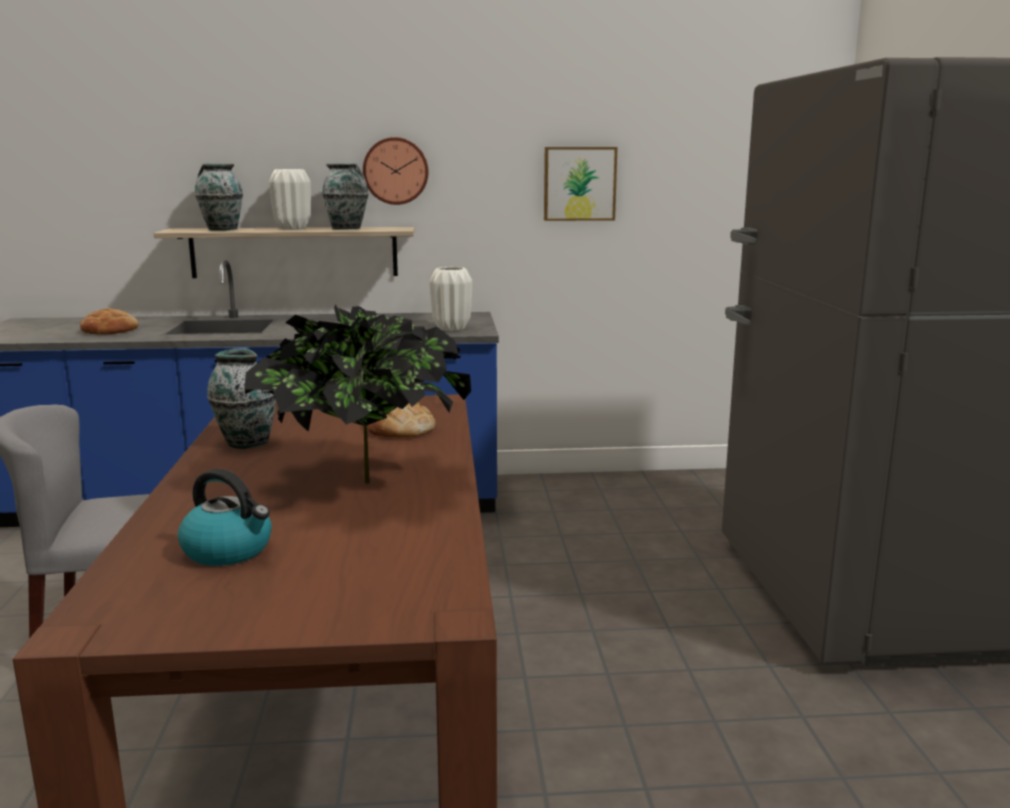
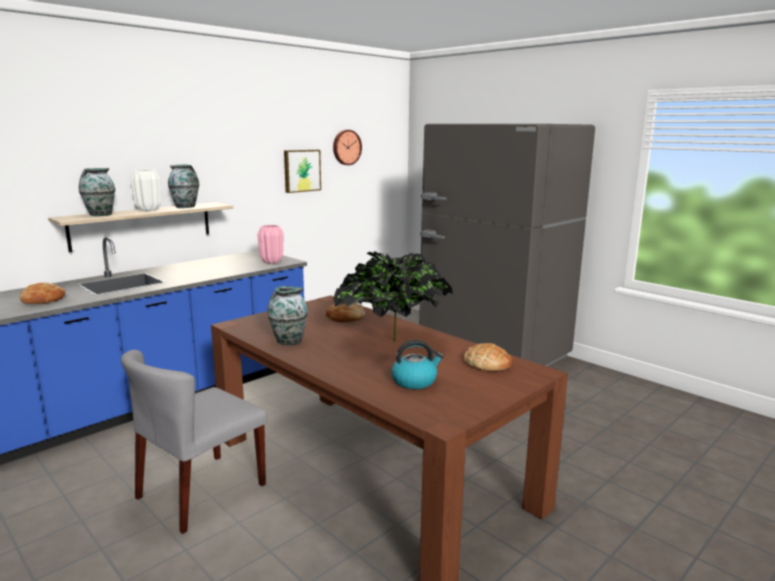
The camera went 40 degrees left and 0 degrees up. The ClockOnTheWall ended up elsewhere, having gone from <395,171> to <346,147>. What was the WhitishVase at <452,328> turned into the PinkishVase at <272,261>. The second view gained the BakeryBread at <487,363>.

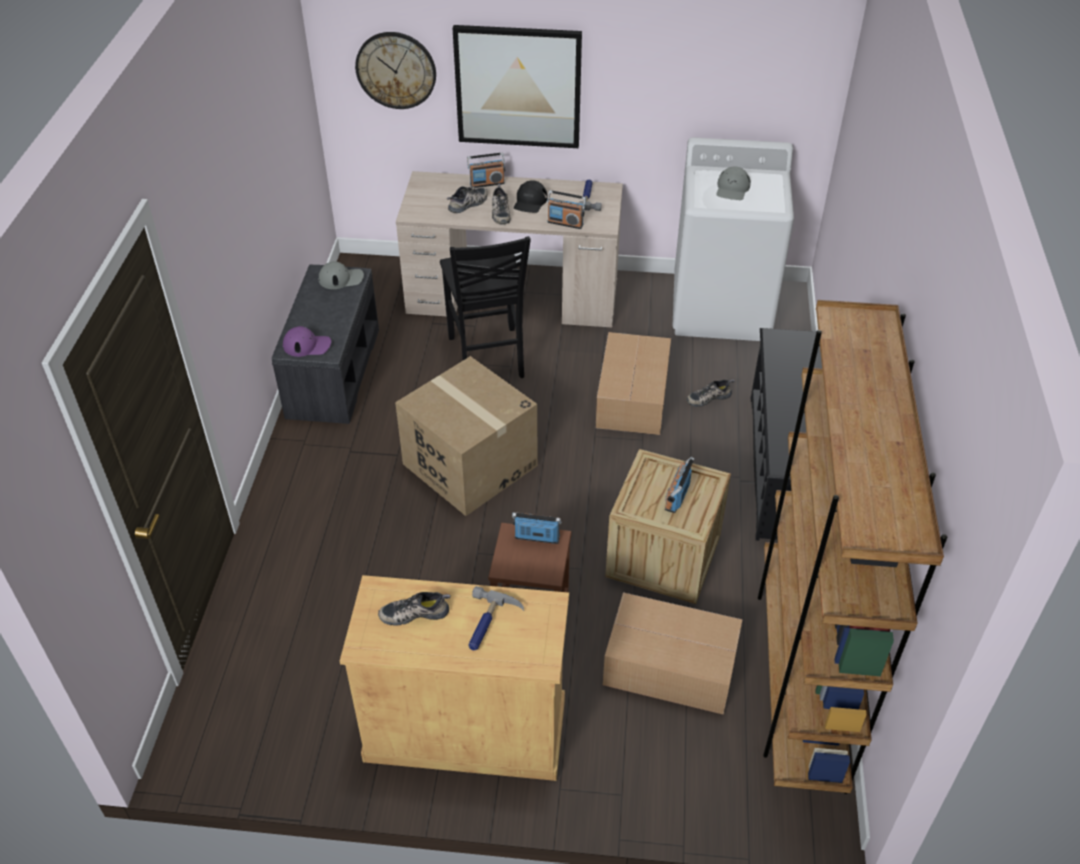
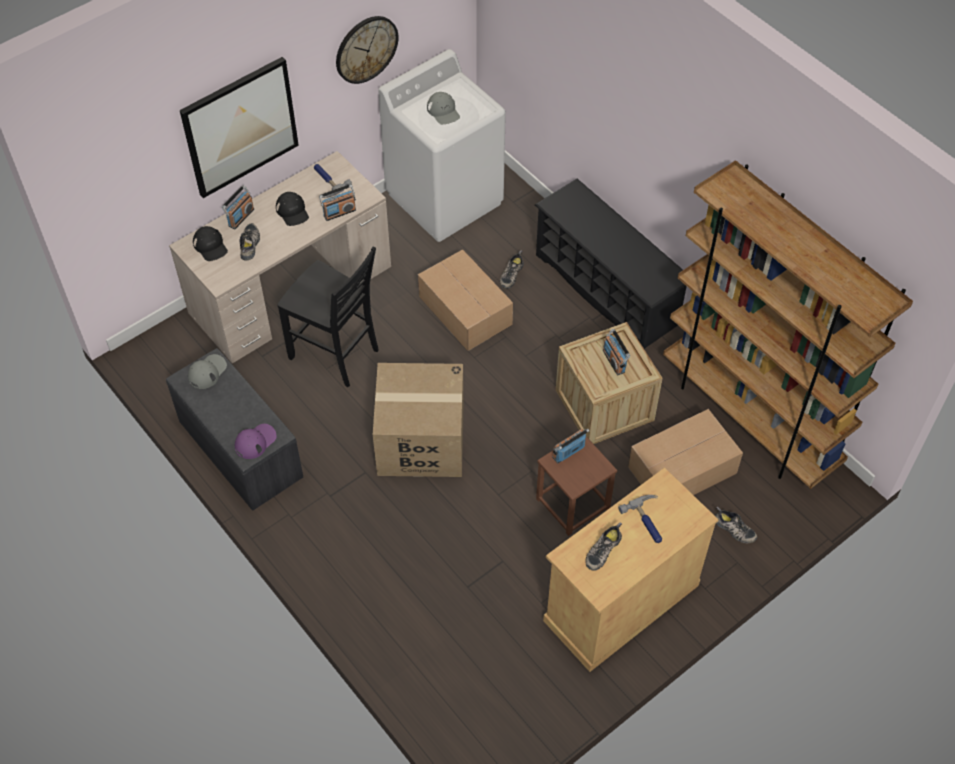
The camera went 45 degrees left and 10 degrees up. The ClockOnTheWall ended up elsewhere, having gone from <396,70> to <366,49>. The LowShoe ended up elsewhere, having gone from <499,212> to <733,529>. The second view gained the BlackBaseballCap at <210,246>.

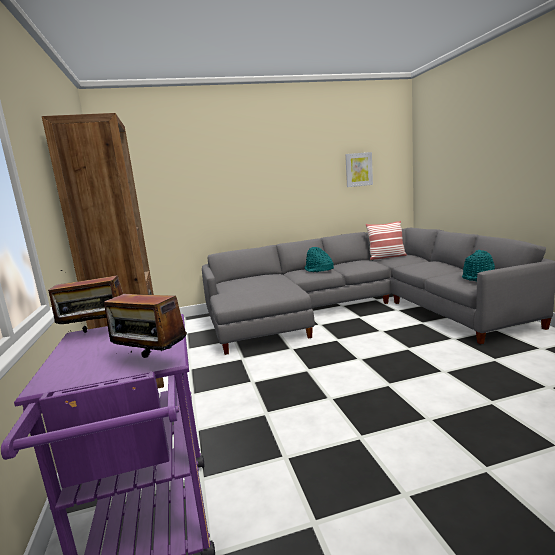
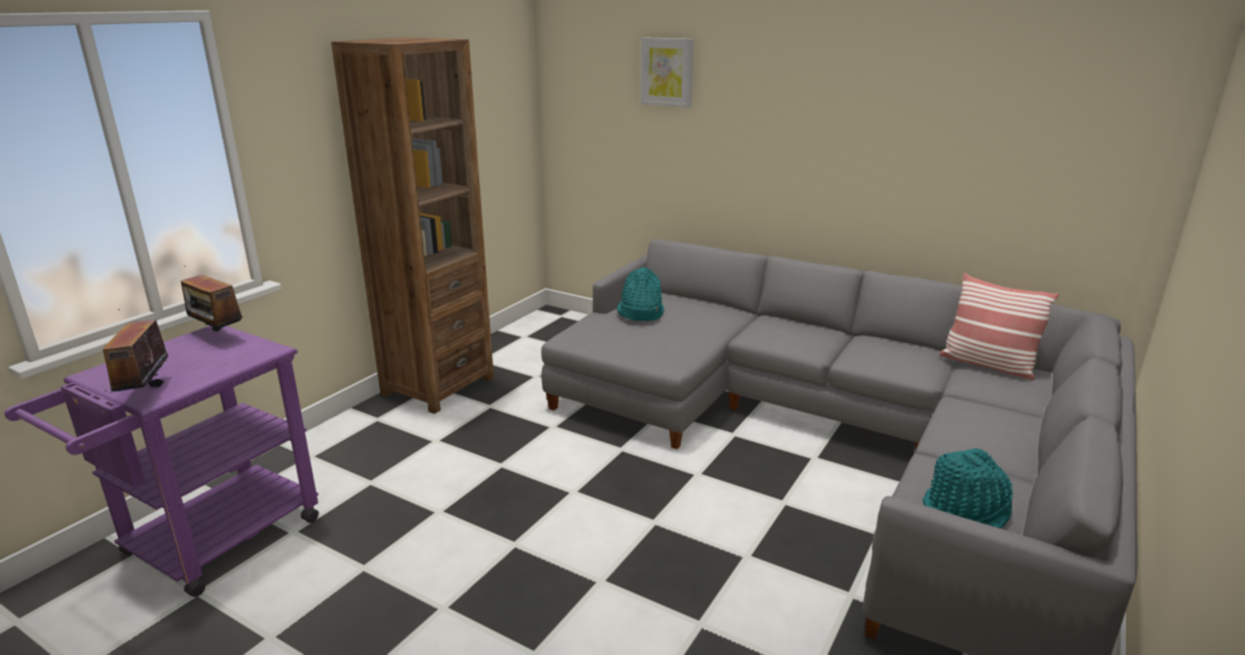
The camera went 45 degrees right and 10 degrees up. The TurquoiseClothingHat ended up elsewhere, having gone from <318,270> to <640,312>. The WallArt ended up elsewhere, having gone from <358,169> to <667,72>.

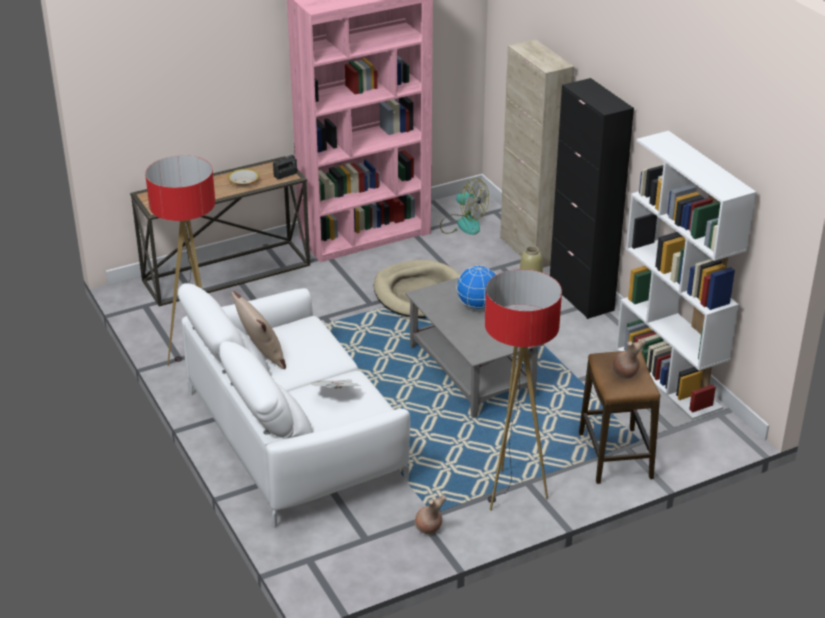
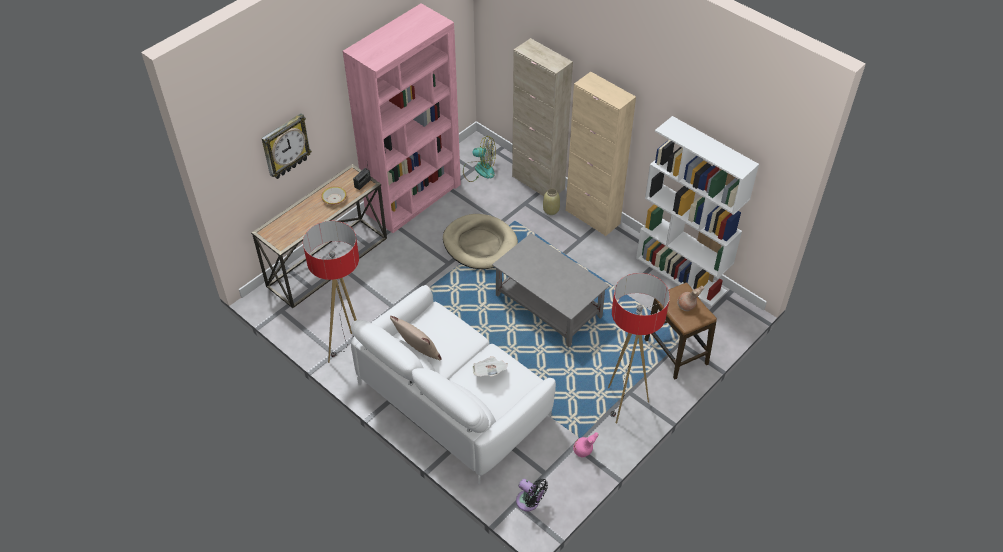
The camera went 20 degrees left and 15 degrees up. What was the BrownColouredVase at <428,529> turned into the PinkishVase at <583,451>. The second view lost the DeskGlobe at <477,306>. What was the BlackStorageCabinet at <581,297> turned into the SandColouredStorageCabinet at <592,217>. The second view gained the ClockOnTheWall at <285,146>. The second view gained the BlackCoolingFan at <529,502>.

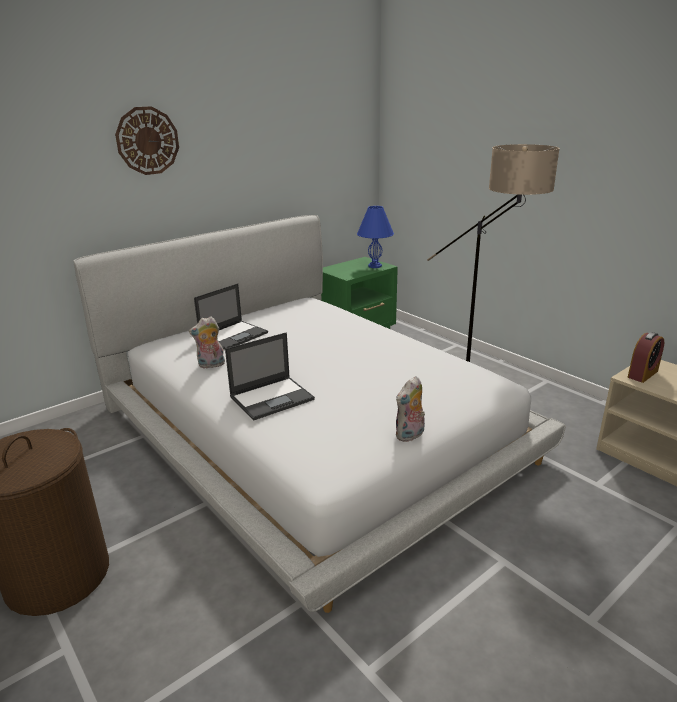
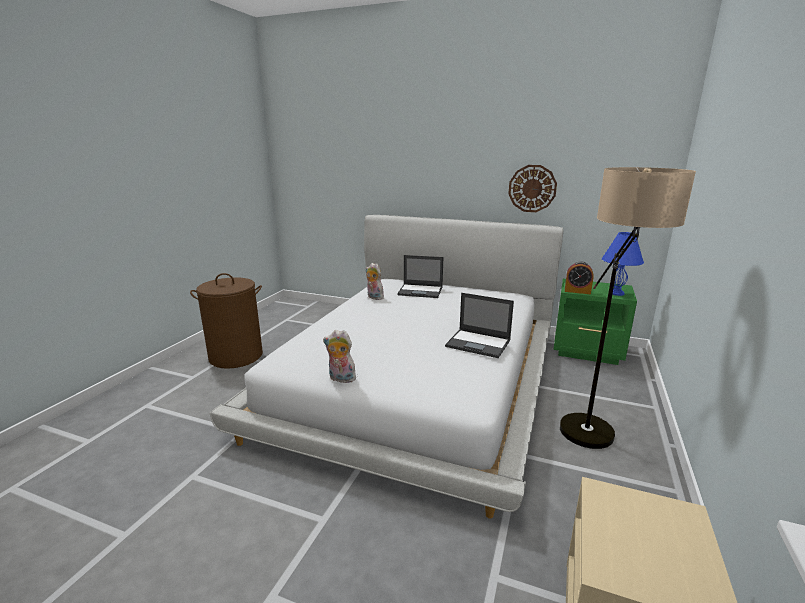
The camera went 60 degrees right and 5 degrees down. The ClockOnTheWall ended up elsewhere, having gone from <147,141> to <532,188>. The NotebookComputer ended up elsewhere, having gone from <272,398> to <479,343>. The BedsideClock ended up elsewhere, having gone from <642,374> to <577,291>.

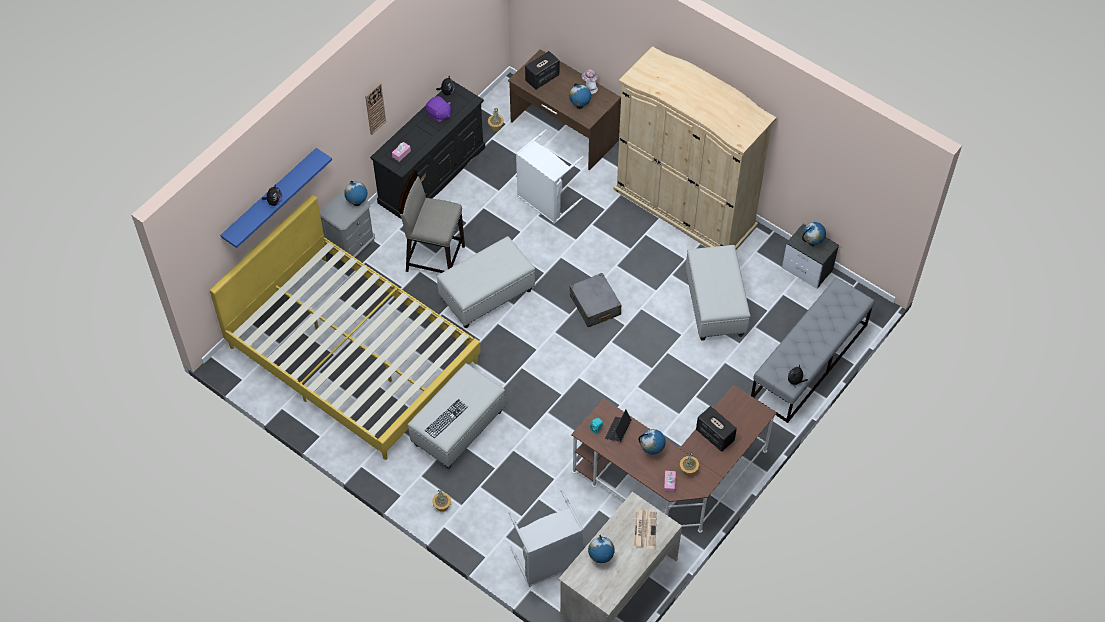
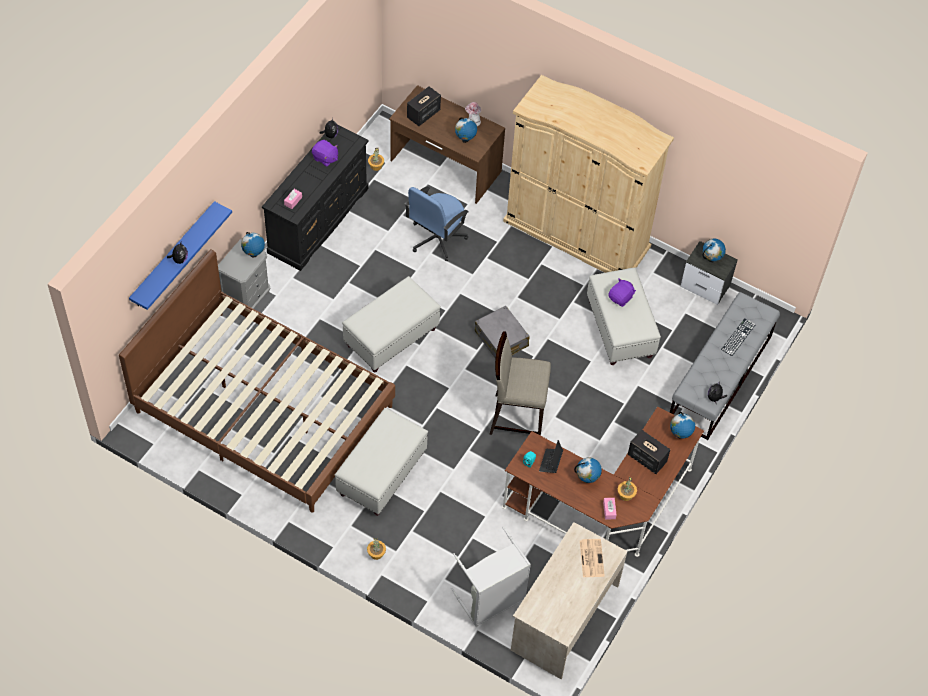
The camera went 10 degrees left and 0 degrees up. What was the YellowColouredBedroomBed at <353,353> turned into the BrownColouredBedroomBed at <264,408>. The second view lost the ClockOnTheWall at <375,108>. The SandColouredStoolSeat ended up elsewhere, having gone from <434,258> to <516,417>. The PcKeyboard ended up elsewhere, having gone from <446,418> to <738,337>. Where the WhitishLaundryBasket stood at <545,201>, the BlueColouredOfficeChair came to stand at <436,238>. The DeskGlobe ended up elsewhere, having gone from <600,558> to <679,435>. The second view gained the PurpleColouredCuddlyToy at <621,298>.

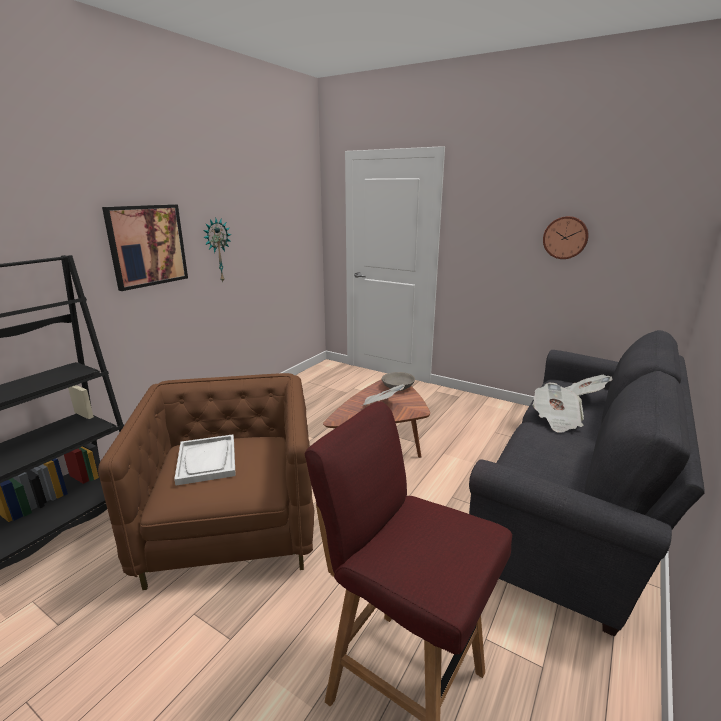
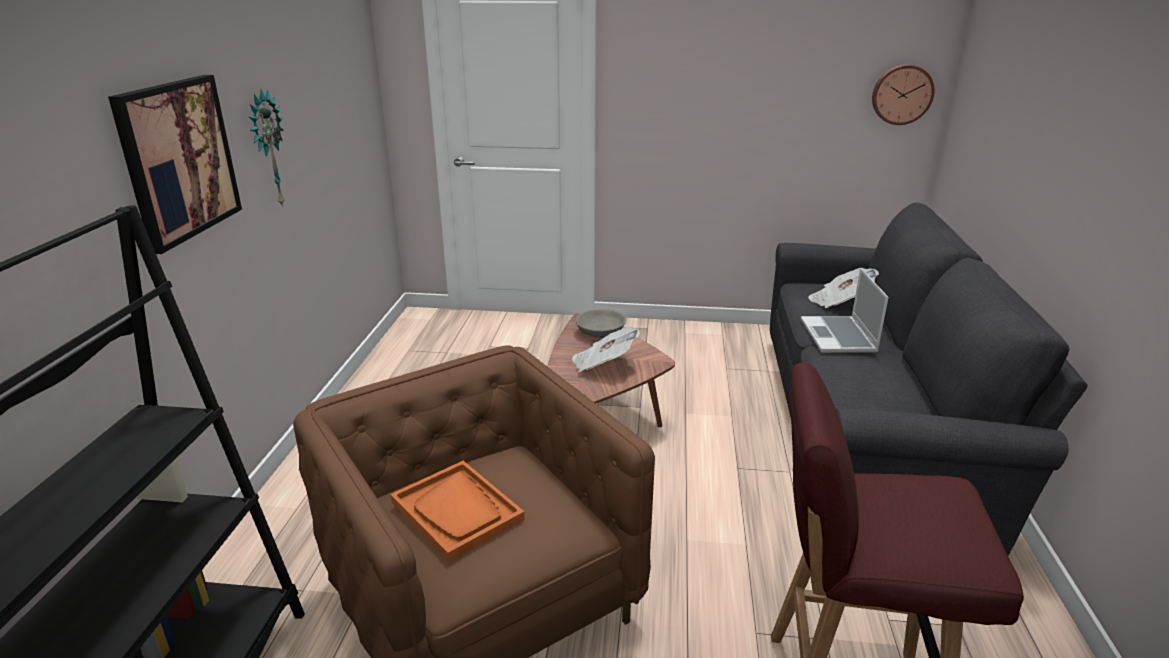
The camera went 25 degrees left and 5 degrees up. What was the WhitishServingTray at <207,461> turned into the OrangeyServingTray at <457,511>. Where the DailyPaper stood at <556,420>, the NotebookComputer came to stand at <839,337>. The ClockOnTheWall ended up elsewhere, having gone from <565,237> to <901,94>.

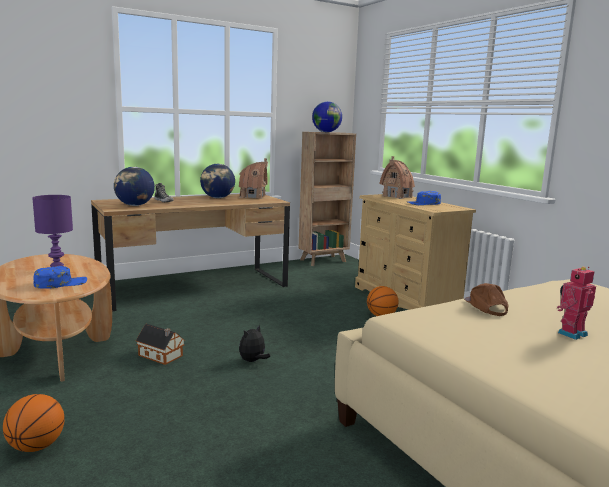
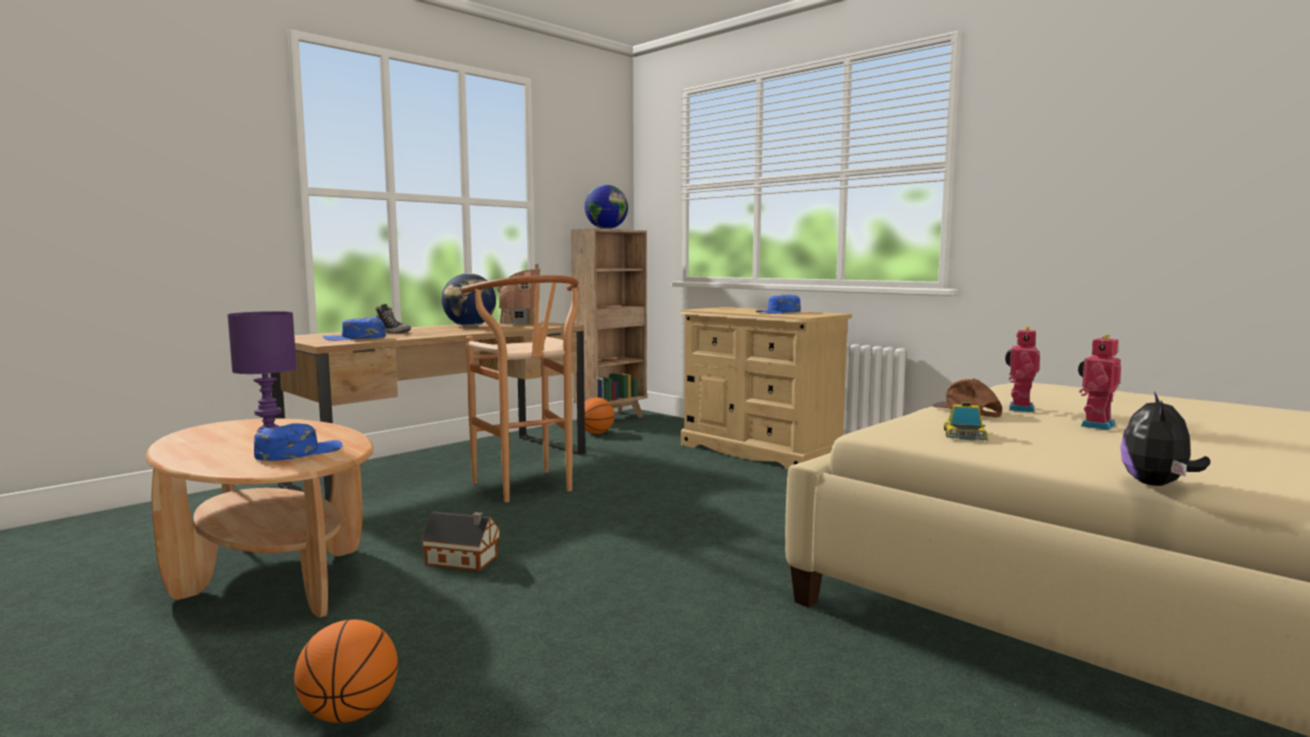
The camera went 15 degrees left and 5 degrees down. Where the DeskGlobe stood at <134,205>, the BlueColouredBaseballCap came to stand at <354,338>. The CuddlyToy ended up elsewhere, having gone from <253,361> to <1157,485>. The BallForBasketball ended up elsewhere, having gone from <381,316> to <596,433>. The second view lost the MiniatureHouse at <397,196>. The second view gained the BrownColouredStoolSeat at <528,489>. The second view gained the ToyCar at <964,434>. The second view gained the ModelRobot at <1018,408>.

